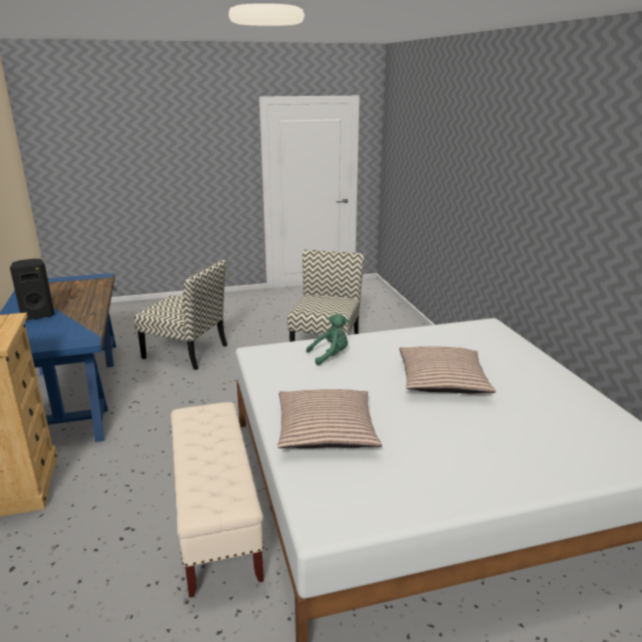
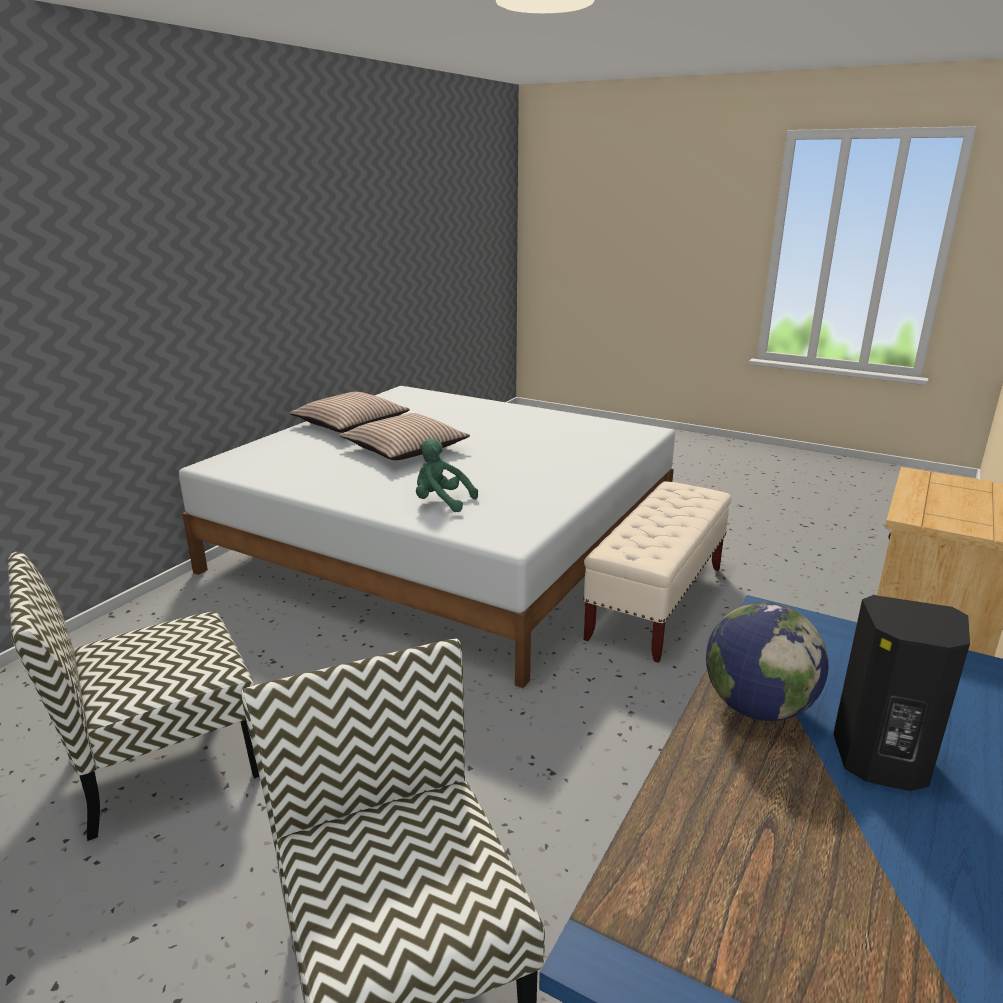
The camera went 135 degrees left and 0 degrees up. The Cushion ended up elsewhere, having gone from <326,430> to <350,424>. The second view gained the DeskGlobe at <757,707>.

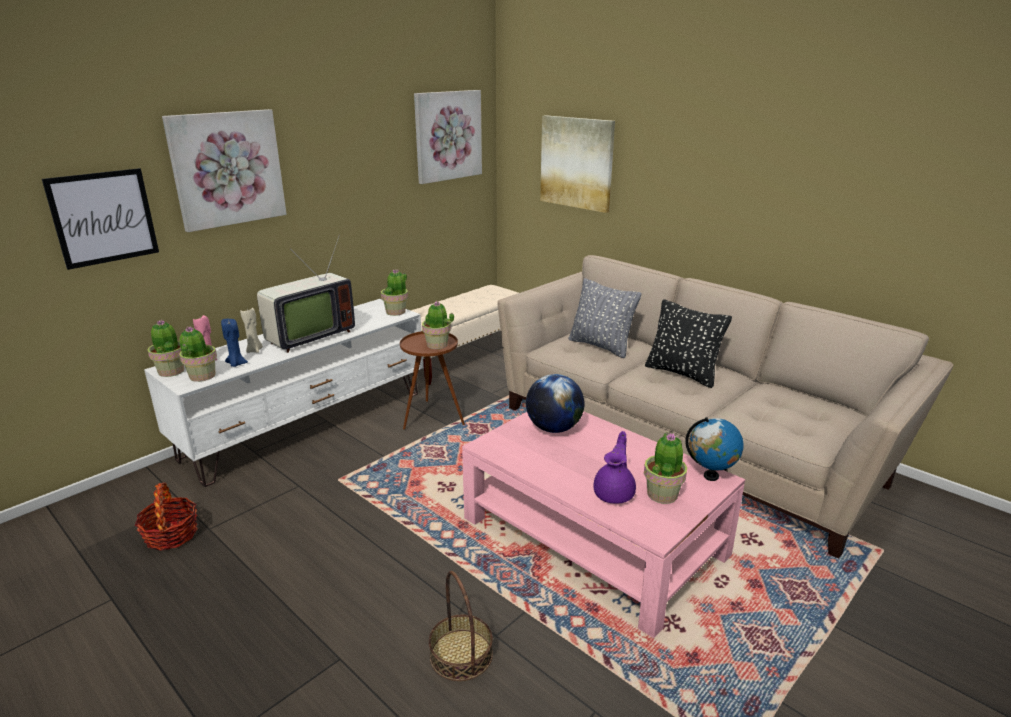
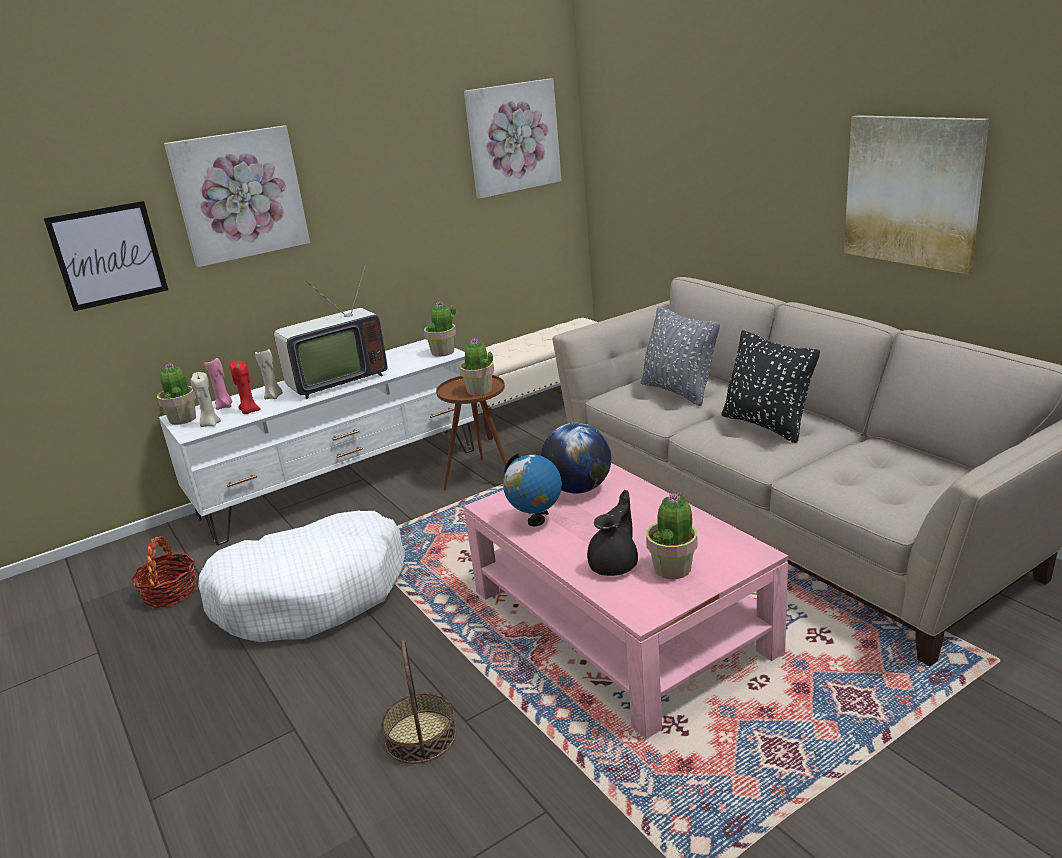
The camera went 15 degrees right and 0 degrees up. Where the PlantInAPot stood at <202,376>, the SandColouredWaxCandle came to stand at <210,424>. What was the BlueColouredWaxCandle at <236,364> turned into the RedWaxCandle at <249,411>. The WallArt ended up elsewhere, having gone from <576,163> to <912,191>. What was the PurpleColouredTeaPot at <615,493> turned into the BlackTeaPot at <615,565>. The DeskGlobe ended up elsewhere, having gone from <711,476> to <536,521>. The second view gained the WhitishPetBed at <312,594>.

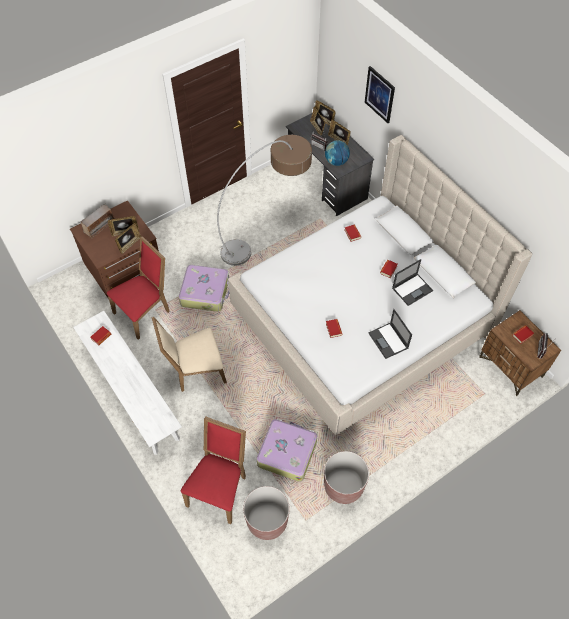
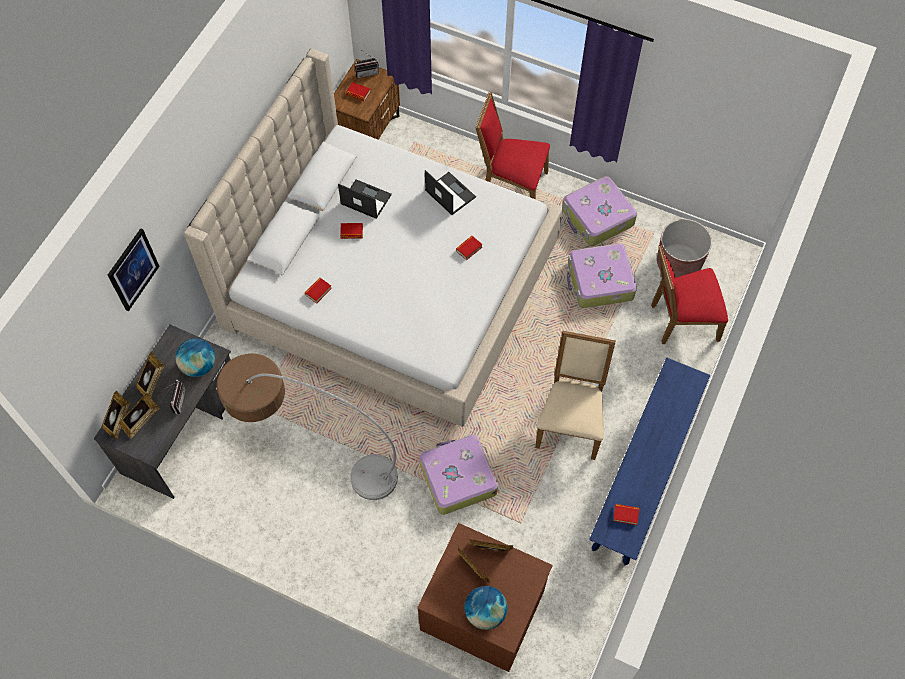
The camera went 120 degrees left and 5 degrees up. What was the WhitishIndoorBench at <132,393> turned into the BlueColouredIndoorBench at <643,474>. Where the RadioReceiver stood at <99,226>, the DeskGlobe came to stand at <485,612>. The RedUprightChair ended up elsewhere, having gone from <145,311> to <511,185>. The SandColouredUprightChair at <196,371> ended up facing another way, 120 degrees counterclockwise from before. Where the BrownColouredFlowerPot stood at <343,486>, the TravelCase came to stand at <597,217>. The NotebookComputer at <388,341> ended up facing another way, 75 degrees counterclockwise from before.

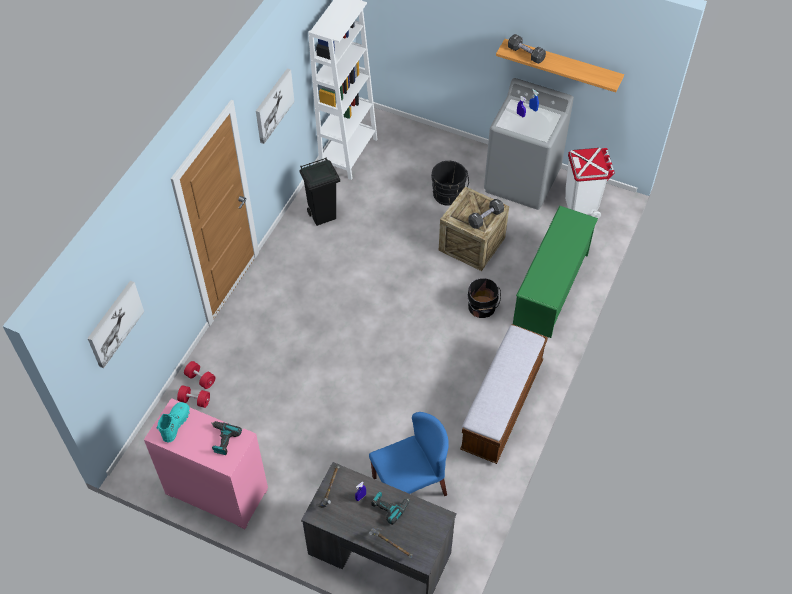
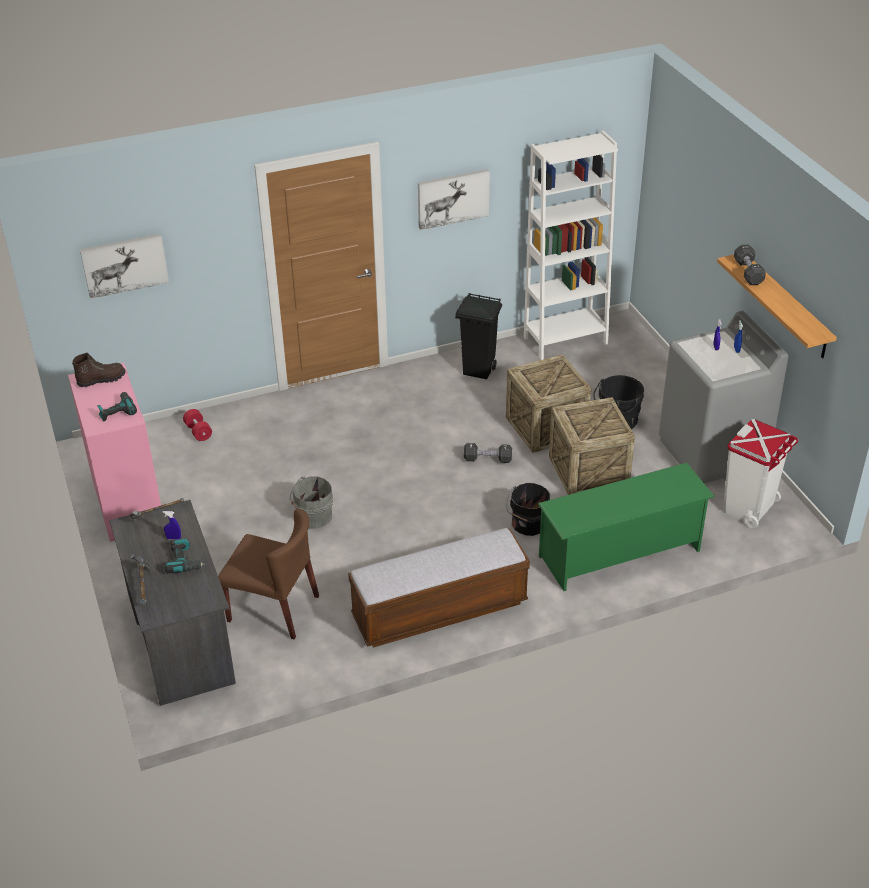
The camera went 45 degrees right and 15 degrees down. What was the TurquoiseTallBoot at <175,424> turned into the BrownColouredTallBoot at <101,379>. The second view lost the RedHandWeight at <200,379>. What was the BlueColouredUprightChair at <410,485> turned into the BrownColouredUprightChair at <274,608>. The BlackHandWeight ended up elsewhere, having gone from <485,218> to <487,459>. The second view gained the GreyishBucket at <312,517>. The second view gained the Crate at <546,427>.

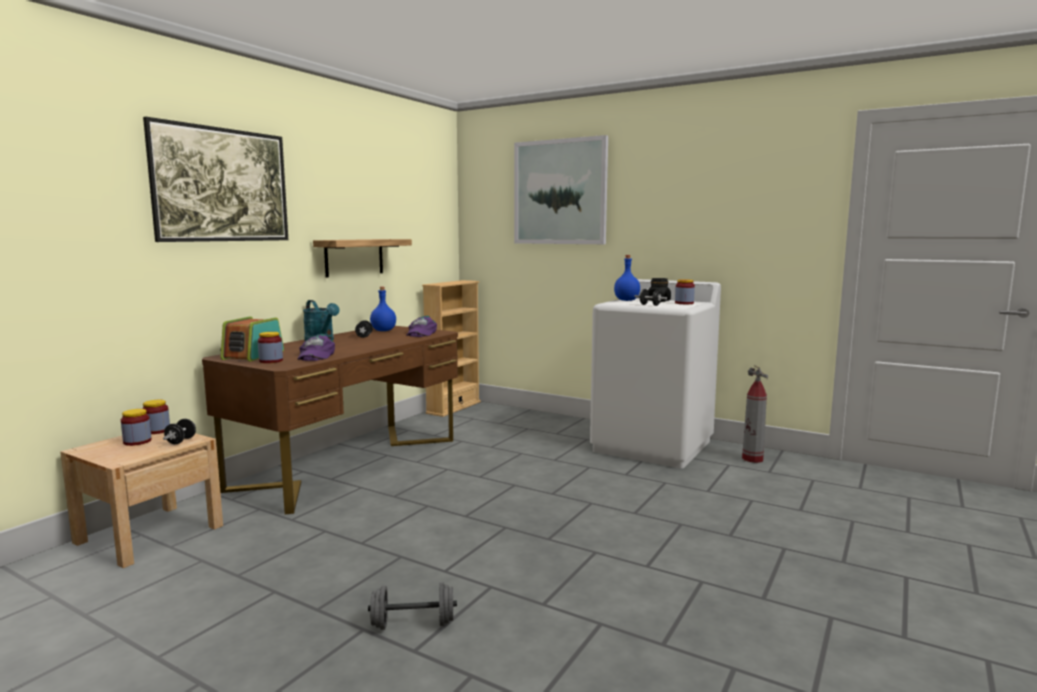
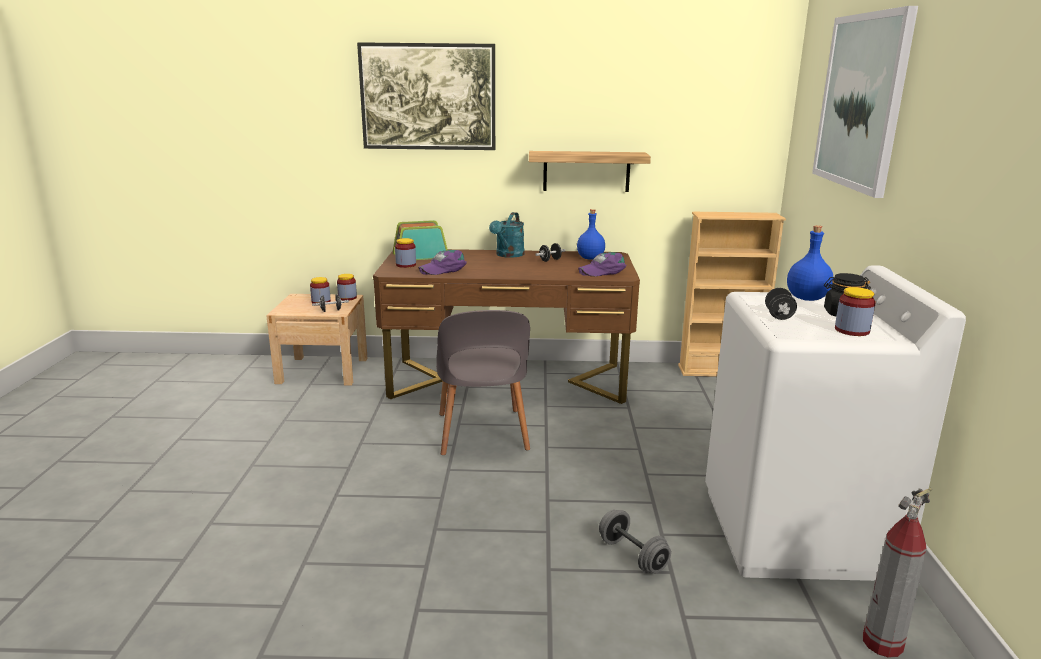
The camera went 60 degrees right and 10 degrees up. The GreyishHandWeight ended up elsewhere, having gone from <413,624> to <632,555>. The second view gained the GreyishUprightChair at <482,434>.

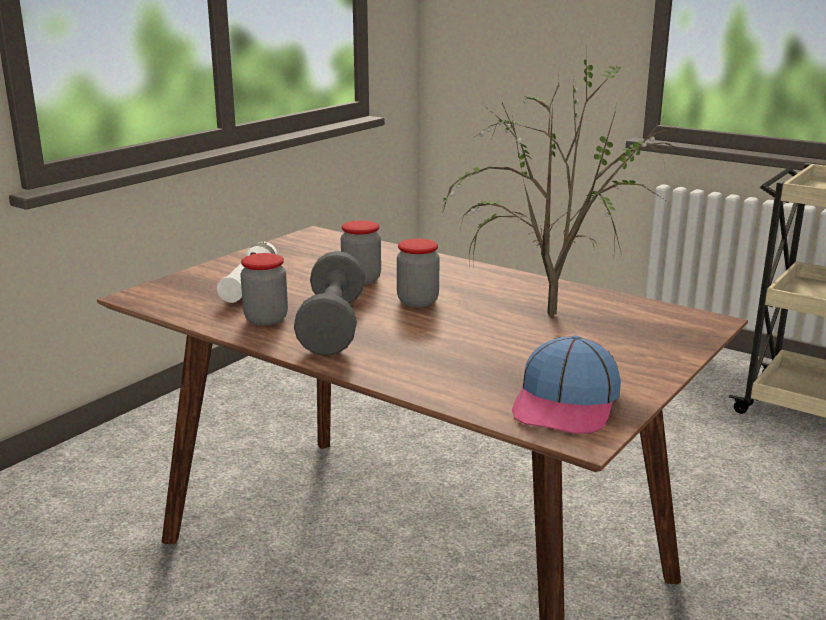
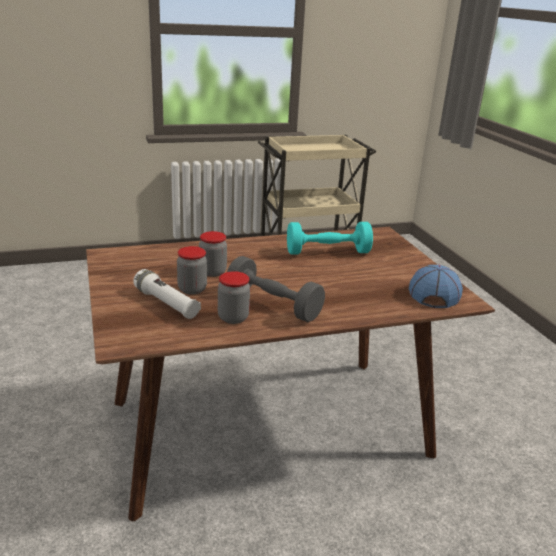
The camera went 55 degrees left and 5 degrees up. The PreserveJar ended up elsewhere, having gone from <418,301> to <192,289>. Where the PlantInAPot stood at <549,311>, the TurquoiseHandWeight came to stand at <327,252>. The BaseballCap at <566,404> ended up facing another way, 135 degrees counterclockwise from before.

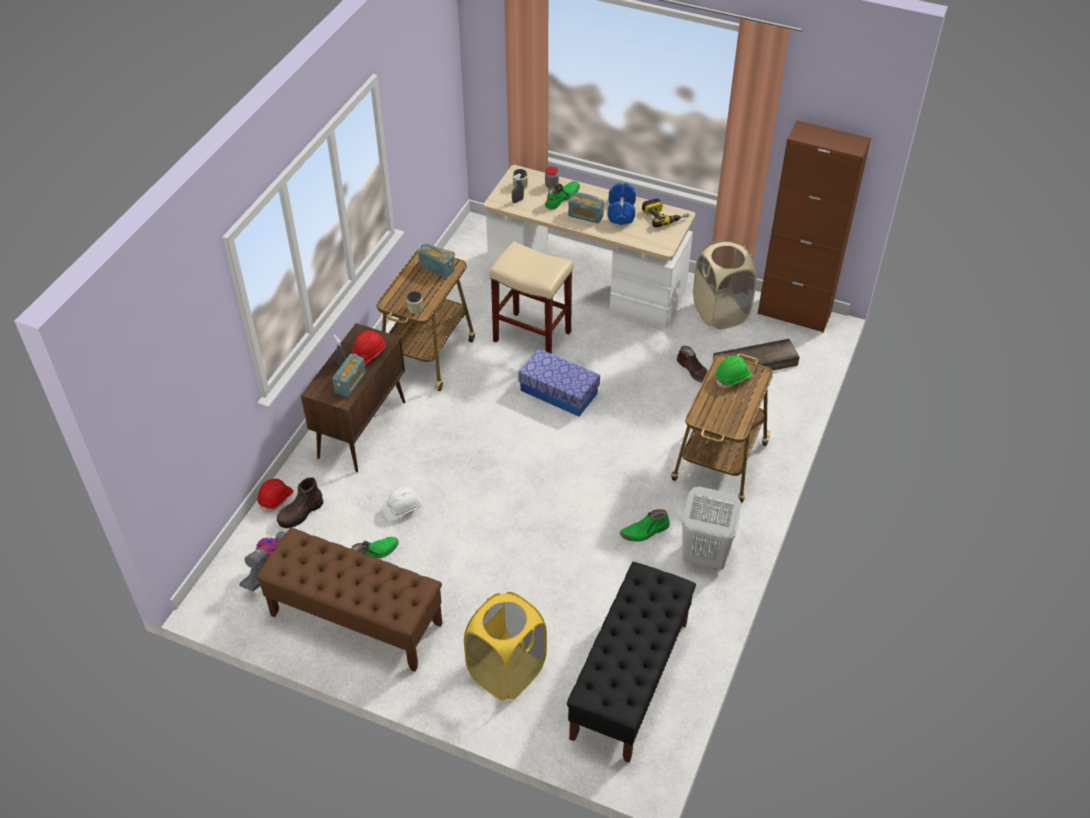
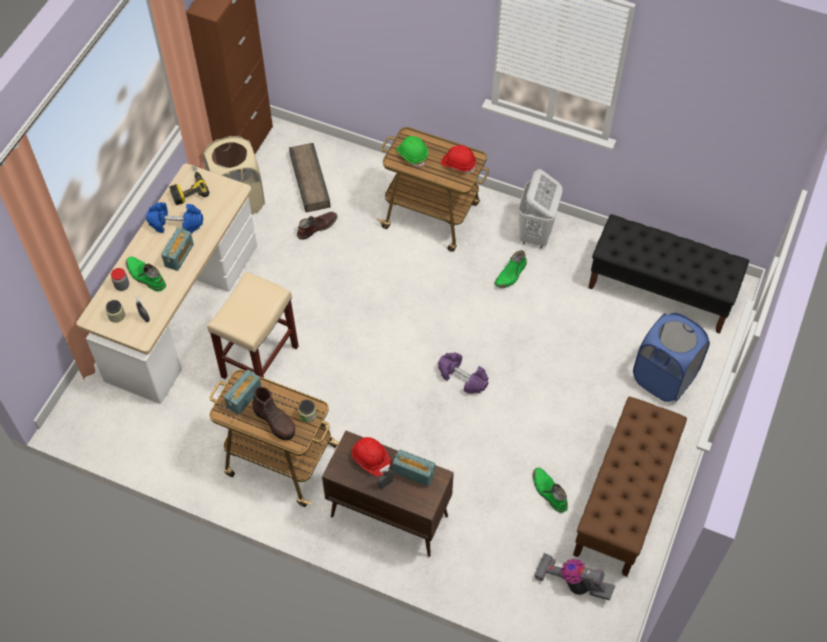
The camera went 90 degrees left and 10 degrees up. The RedHardHat ended up elsewhere, having gone from <276,499> to <458,164>. The BrownColouredTallBoot ended up elsewhere, having gone from <301,513> to <275,422>. The second view lost the WhitishHardHat at <402,508>. What was the YellowColouredLaundryBasket at <506,671> turned into the BlueColouredLaundryBasket at <663,378>. The second view lost the StorageBox at <558,392>. The GreenTallBoot at <645,531> ended up facing another way, 60 degrees clockwise from before. The second view gained the PurpleColouredHandWeight at <462,378>.

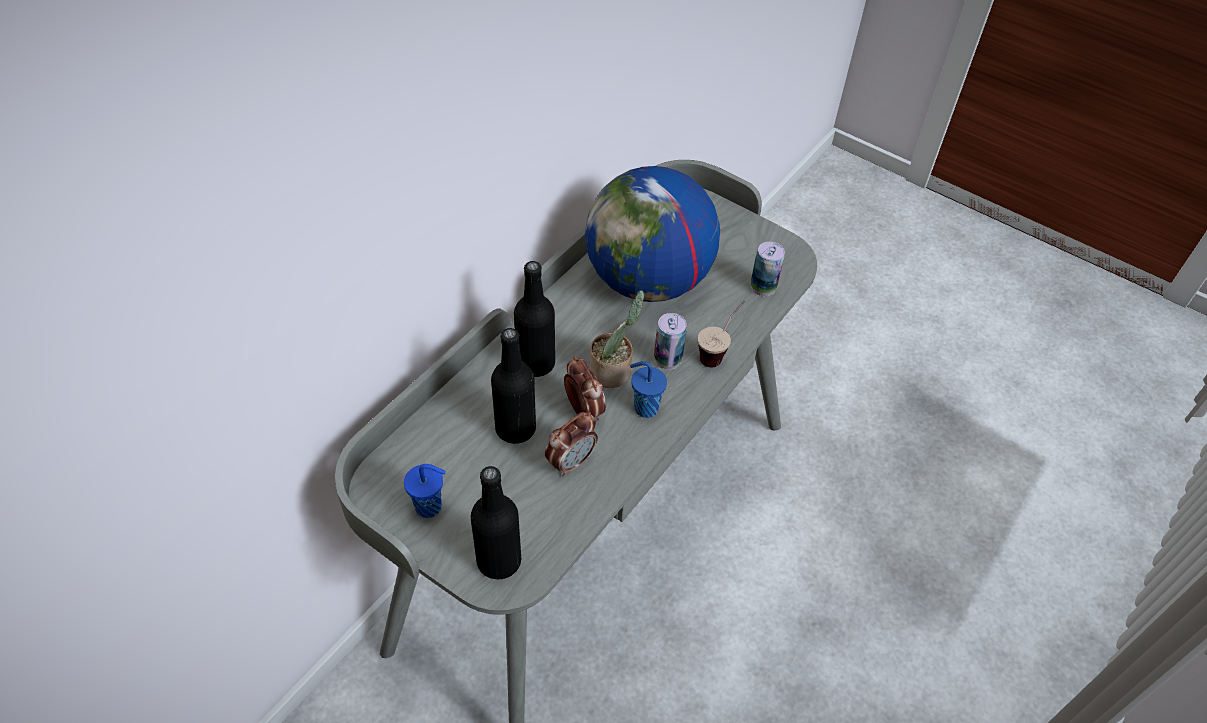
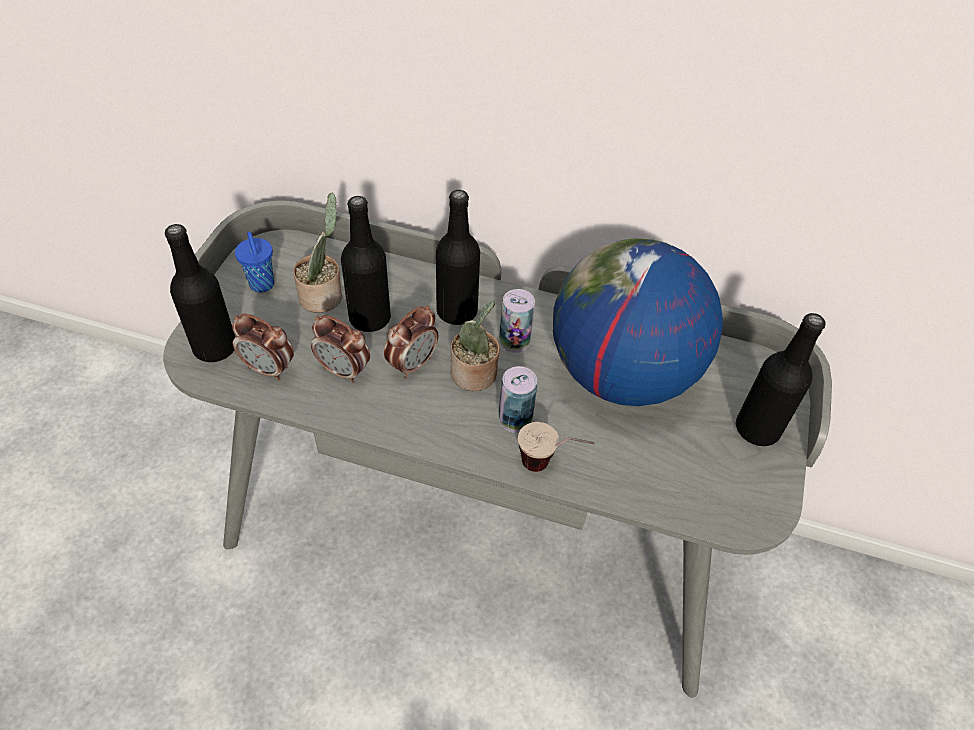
The camera went 70 degrees right and 0 degrees up. The second view lost the BlueColouredSmallCup at <644,408>. The MetalCan ended up elsewhere, having gone from <763,287> to <514,342>. The second view gained the BedsideClock at <269,369>. The second view gained the PlantInAPot at <324,296>. The second view gained the BlackBottle at <757,429>.

